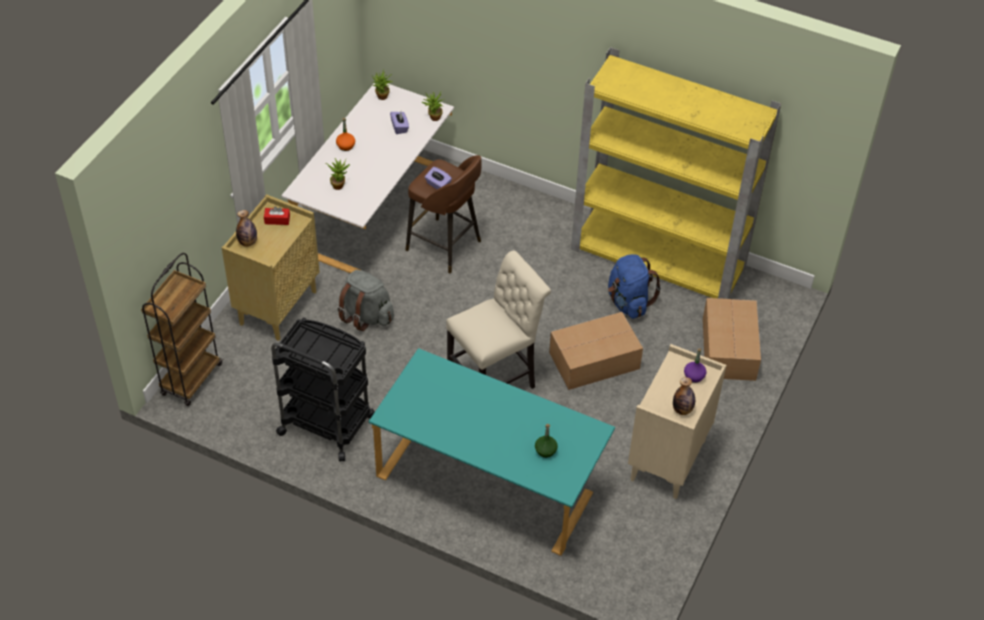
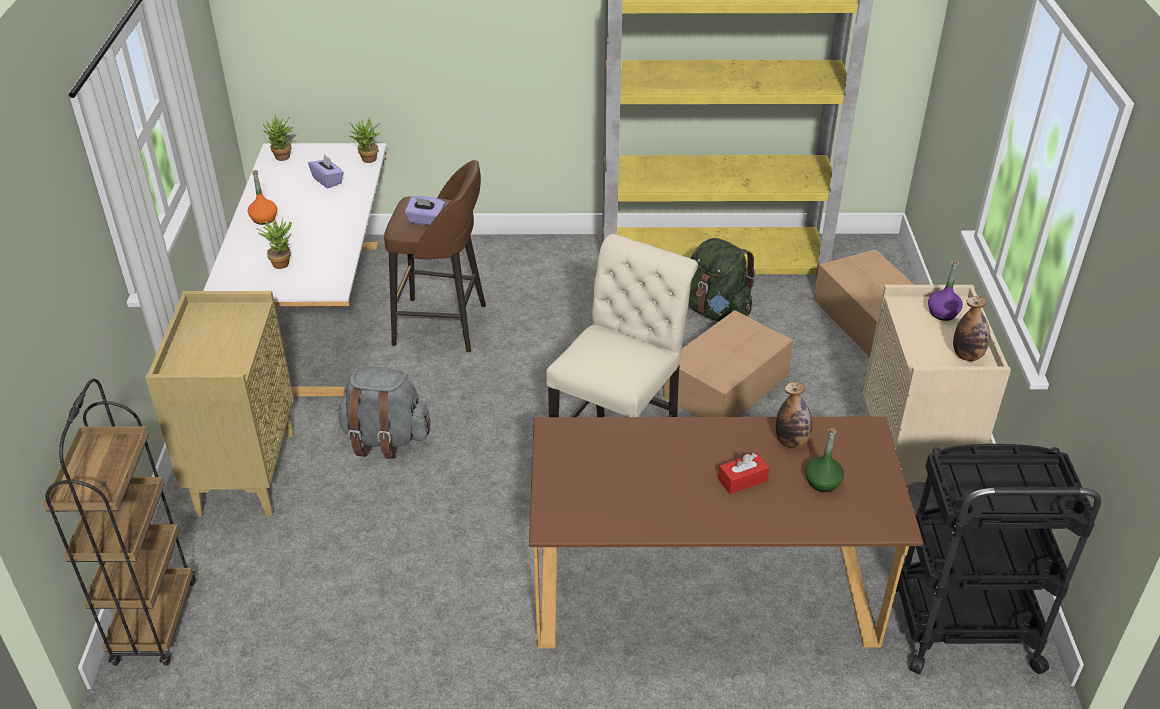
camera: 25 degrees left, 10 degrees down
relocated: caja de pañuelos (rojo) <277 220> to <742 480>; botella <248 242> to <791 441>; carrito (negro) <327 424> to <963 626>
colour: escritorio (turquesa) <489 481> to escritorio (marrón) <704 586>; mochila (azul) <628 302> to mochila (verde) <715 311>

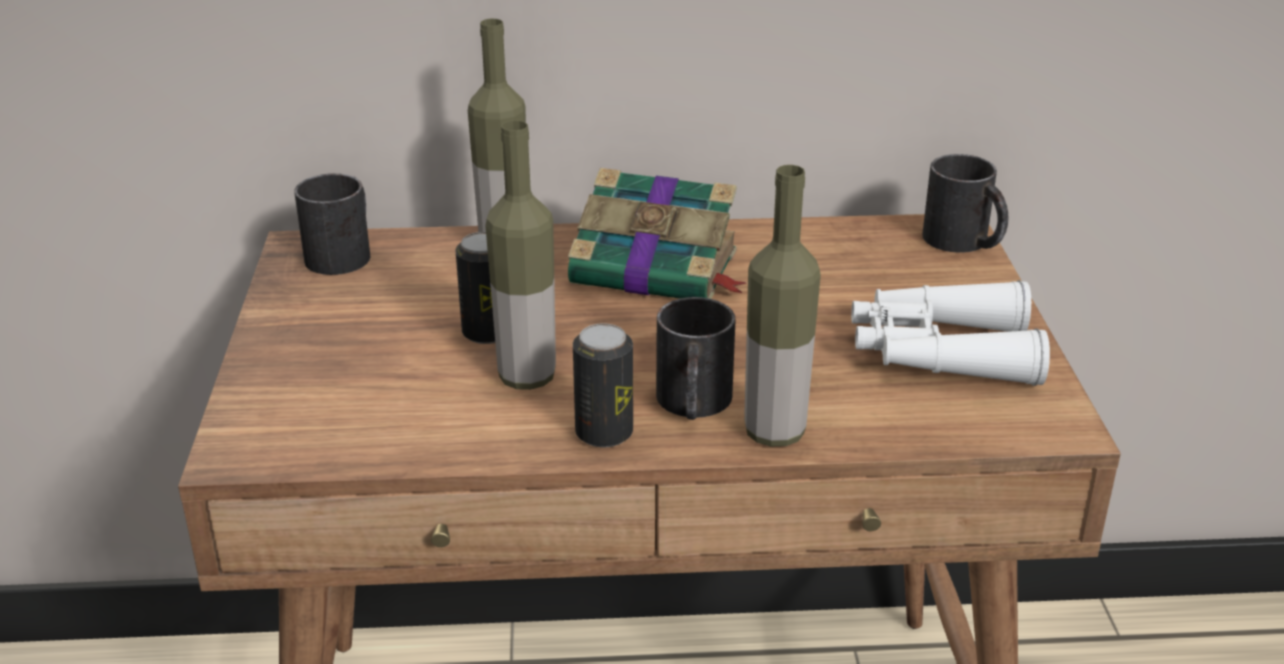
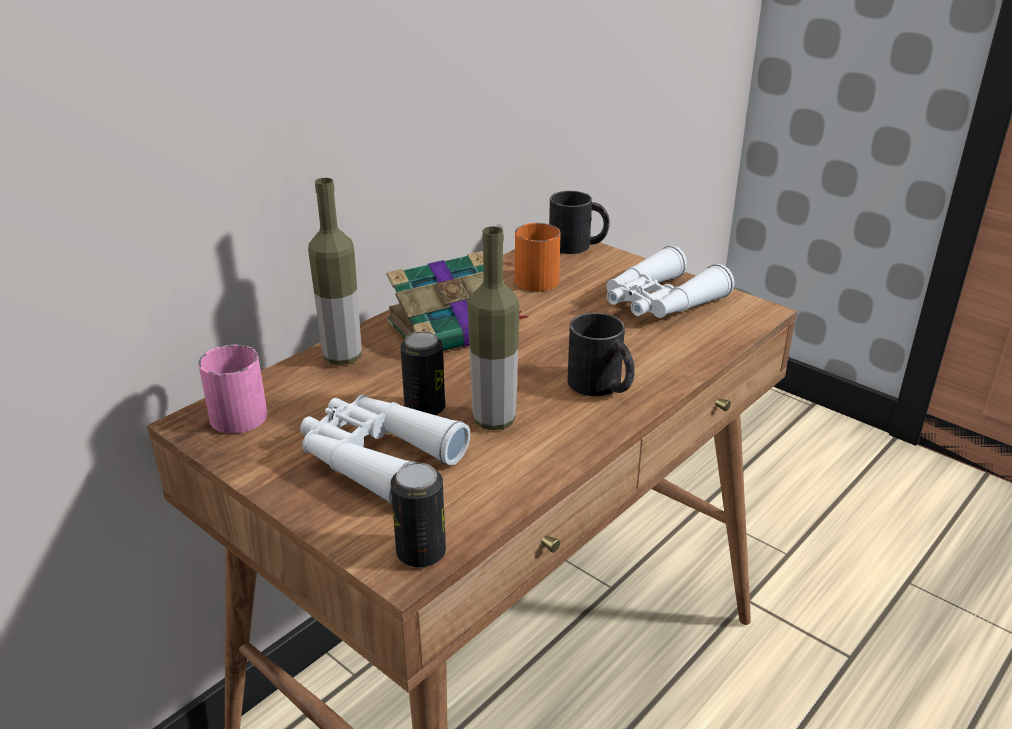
camera: 45 degrees left, 0 degrees up
missing: botella <774 433>
appeared: prismáticos (blanco) <377 458>; taza grande (naranja) <536 276>
relocated: lata <604 433> to <421 553>
colour: taza grande (negro) <344 252> to taza grande (rosa) <236 410>

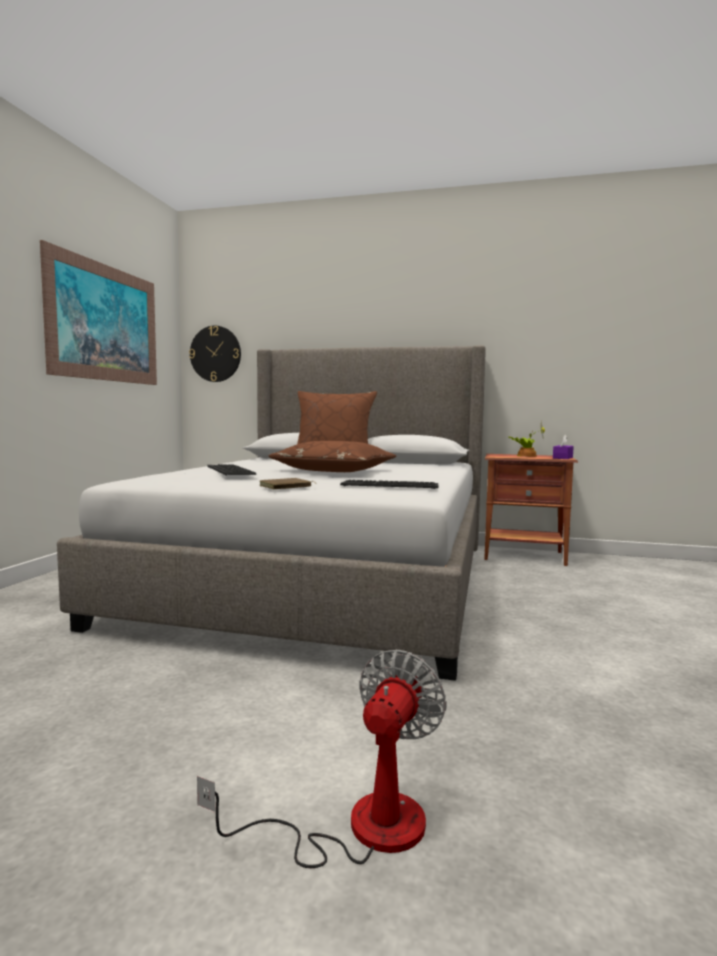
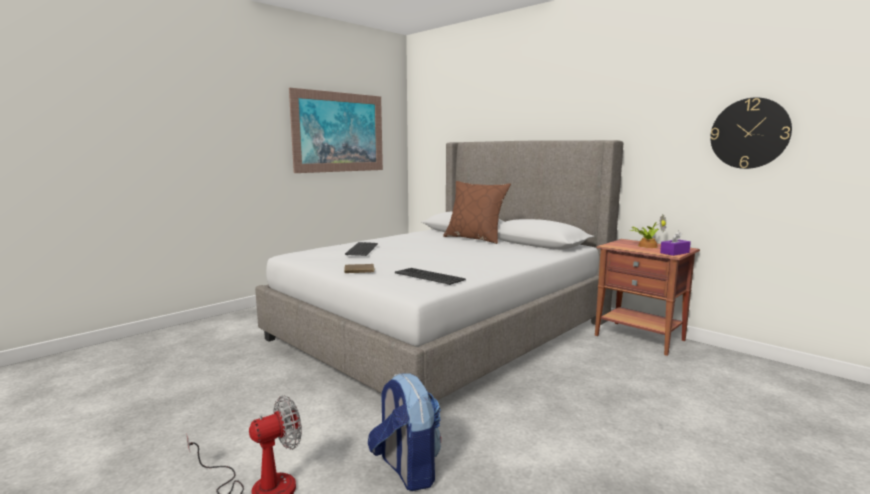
camera: 30 degrees right, 5 degrees up
missing: cojín (marrón) <335 470>
appeared: mochila <406 469>
relocated: reloj de pared <215 354> to <749 133>

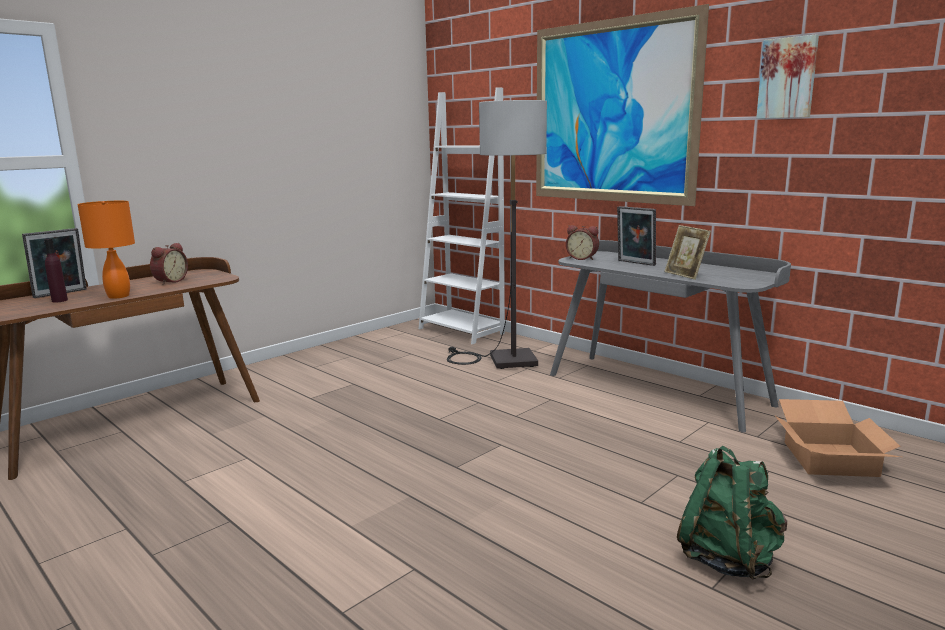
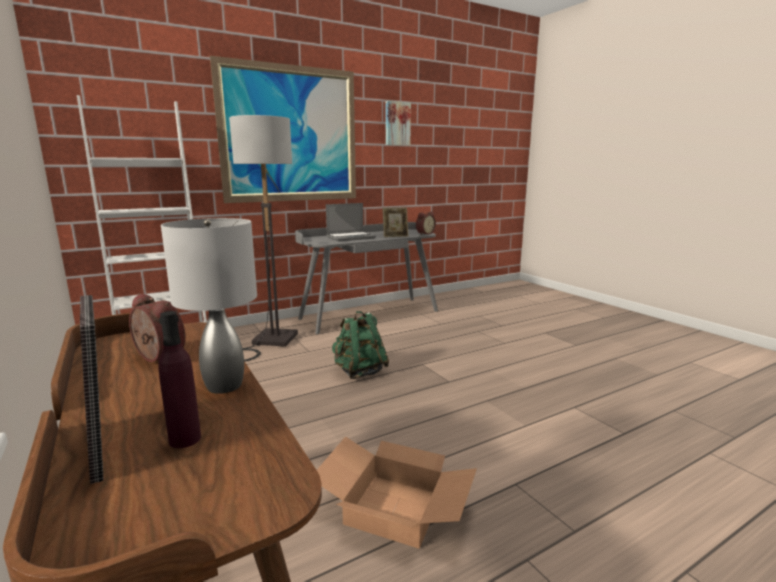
camera: 75 degrees left, 0 degrees up
relocated: caja de cartón <828 458> to <392 509>; mochila (verde) <728 559> to <359 372>; despertador <582 258> to <424 233>
exchanged: portarretratos <635 263> to portátil <351 237>
colour: lámpara de mesa (naranja) <118 296> to lámpara de mesa (gris) <224 386>

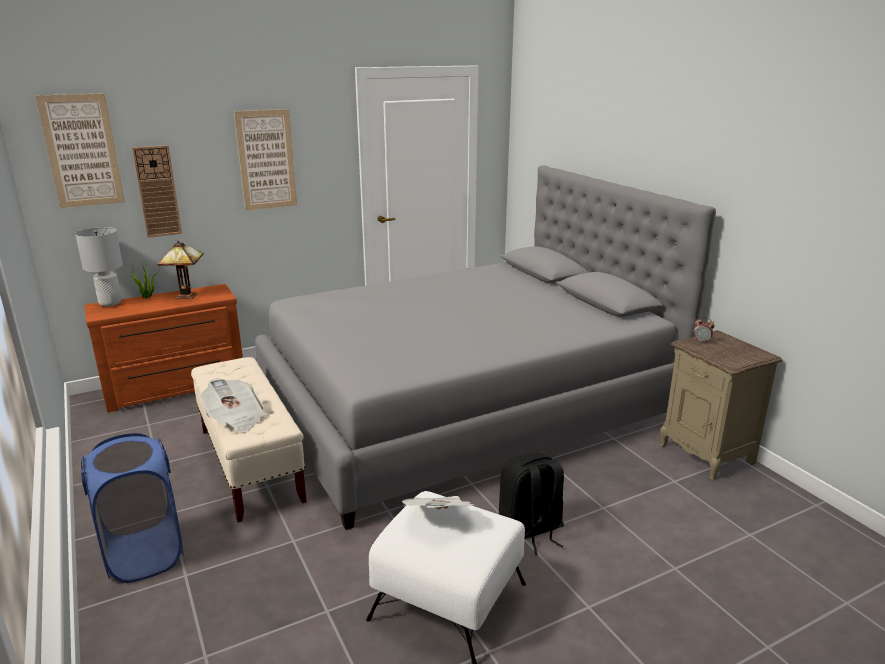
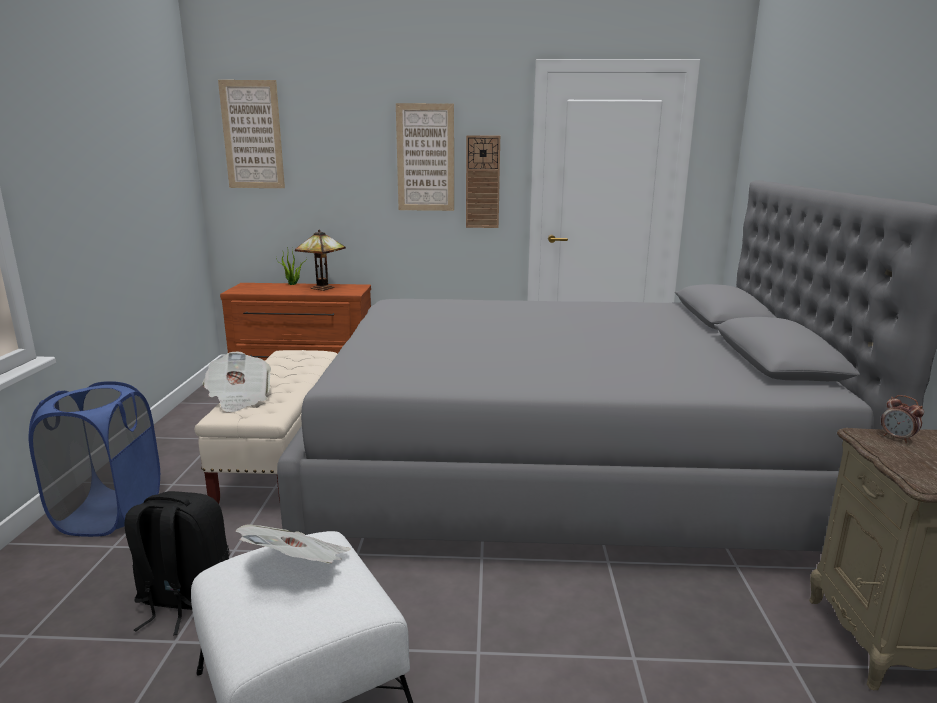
camera: 30 degrees right, 5 degrees down
missing: lámpara de mesa (gris) <111 304>
relocated: mochila (negro) <530 531> to <183 601>; reloj de pared <157 191> to <482 182>

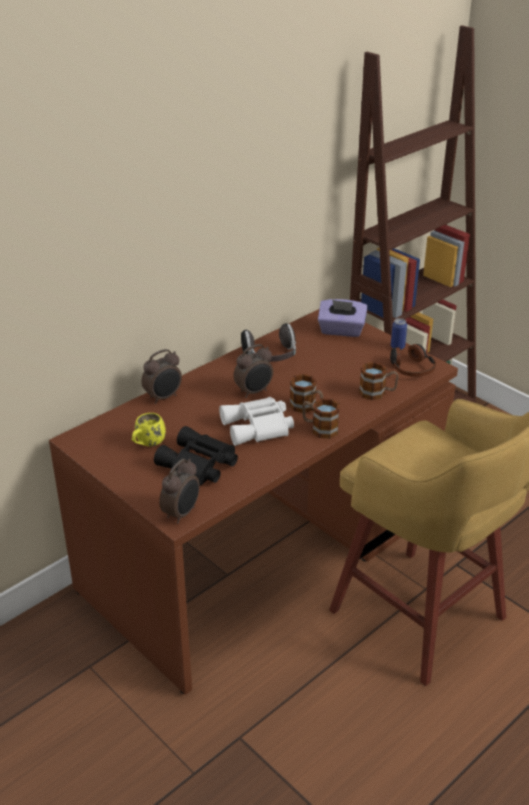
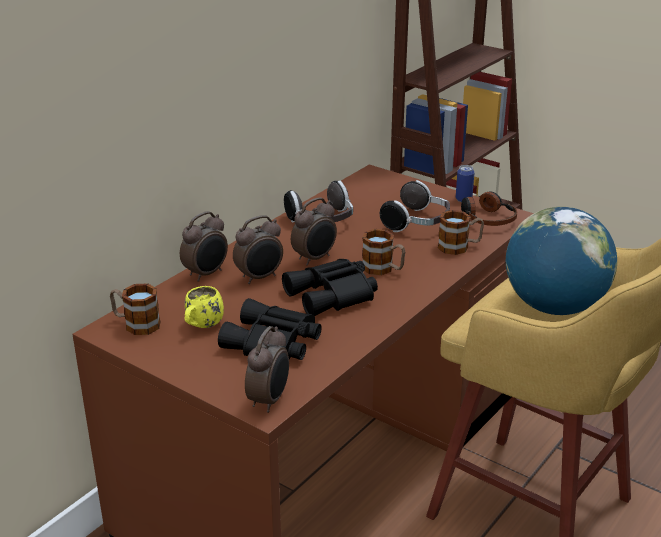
camera: 10 degrees left, 5 degrees down
missing: caja de pañuelos (morado) <341 330>
appeared: despertador <260 277>; auriculares <417 223>; globo terráqueo <554 307>
relocated: taza grande <319 428> to <136 324>
colour: prismáticos (blanco) <258 428> to prismáticos (negro) <333 295>

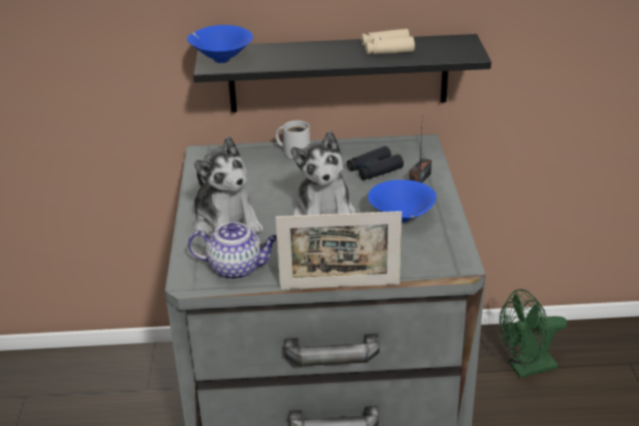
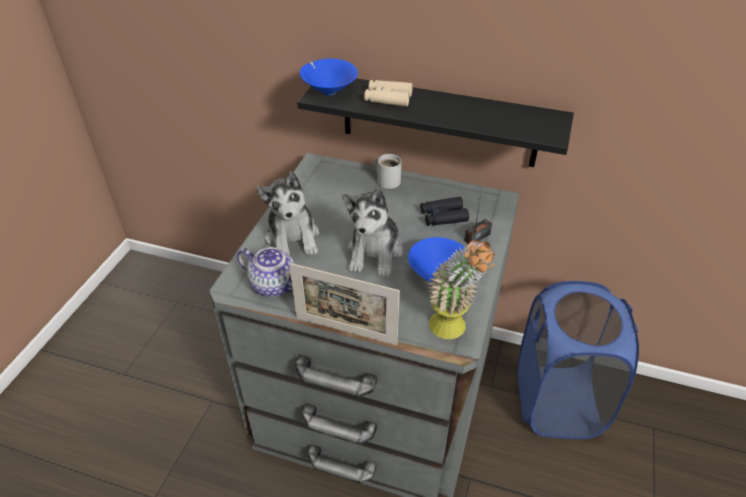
camera: 20 degrees right, 10 degrees up
appeared: planta en maceta <453 331>
relocated: prismáticos (beis) <387 49> to <388 98>
exchanged: ventilador (verde) <526 368> to cesto de la ropa (azul) <557 402>

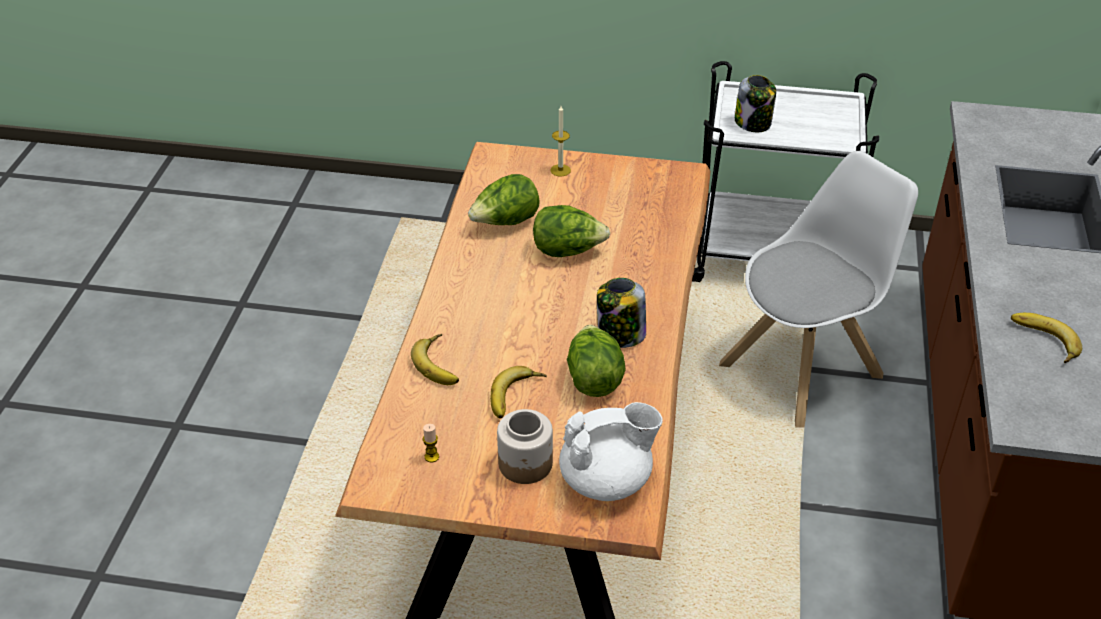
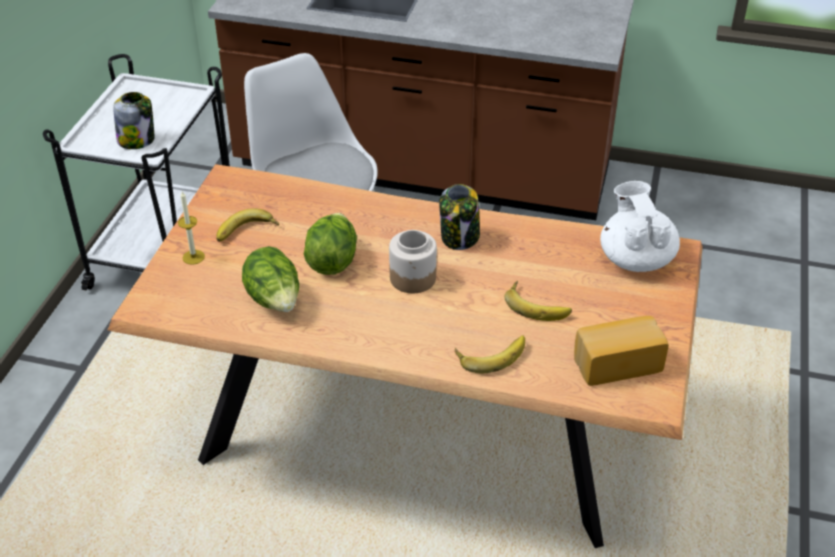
camera: 85 degrees left, 0 degrees up
missing: lechuga <594 379>
relocated: plátano <1042 341> to <247 232>; tarro <526 464> to <413 278>
exchanged: vela <431 457> to pan <616 362>

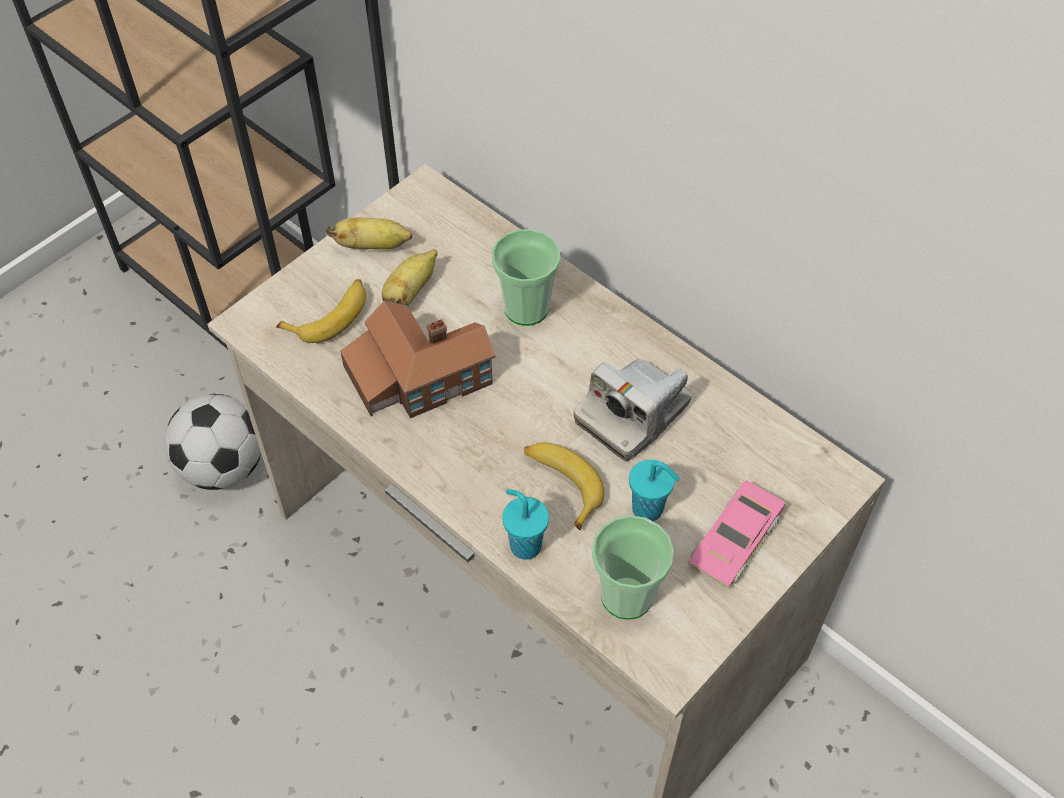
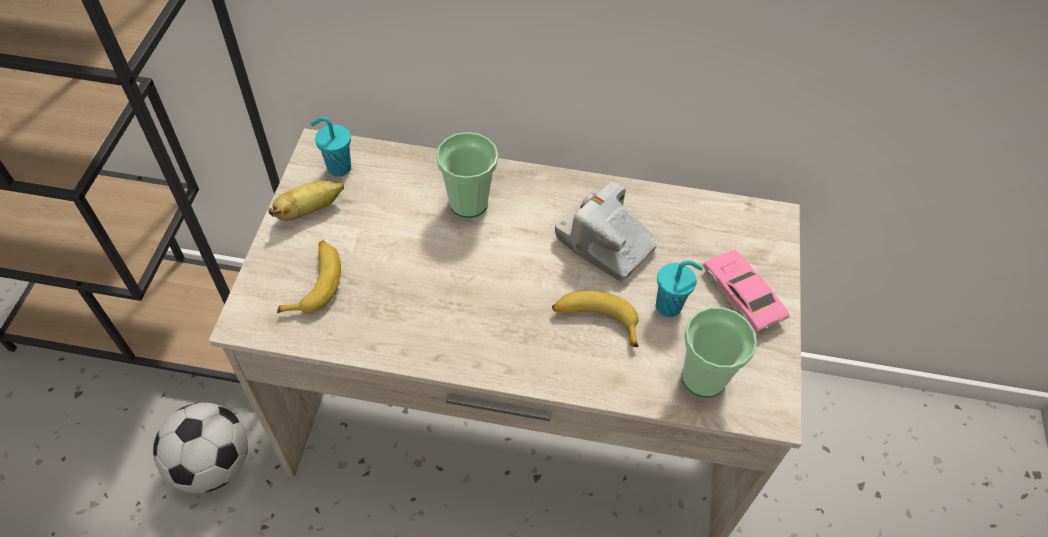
camera: 35 degrees left, 0 degrees up
missing: casita <417 376>; plátano <410 292>
relocated: taza (turquesa) <524 544> to <337 168>
spun: cámara <632 414> = <605 243> 120 degrees clockwise; coche de juguete (rosa) <735 539> = <742 296> 150 degrees clockwise

